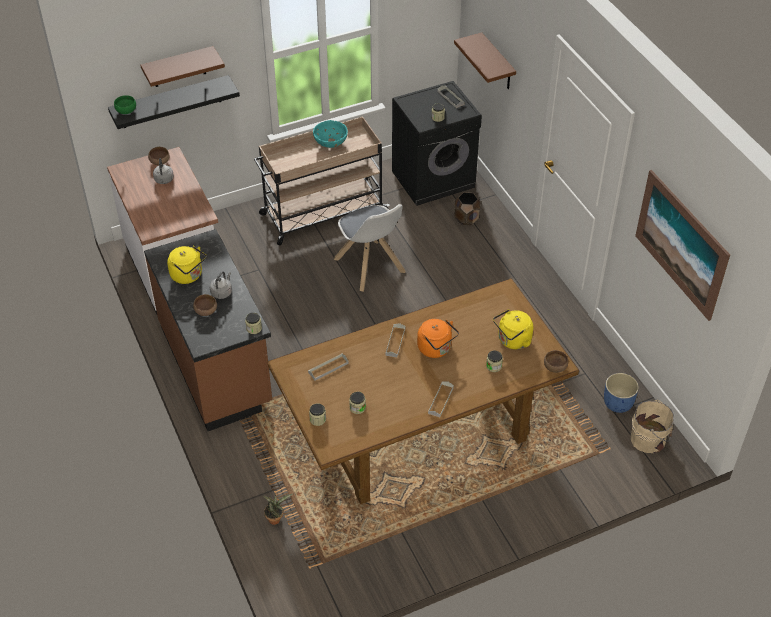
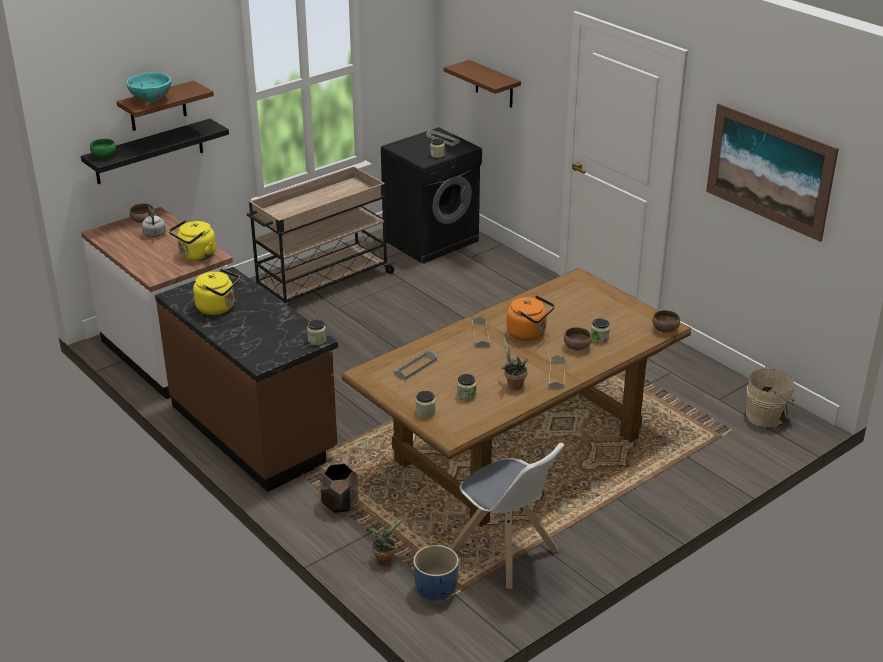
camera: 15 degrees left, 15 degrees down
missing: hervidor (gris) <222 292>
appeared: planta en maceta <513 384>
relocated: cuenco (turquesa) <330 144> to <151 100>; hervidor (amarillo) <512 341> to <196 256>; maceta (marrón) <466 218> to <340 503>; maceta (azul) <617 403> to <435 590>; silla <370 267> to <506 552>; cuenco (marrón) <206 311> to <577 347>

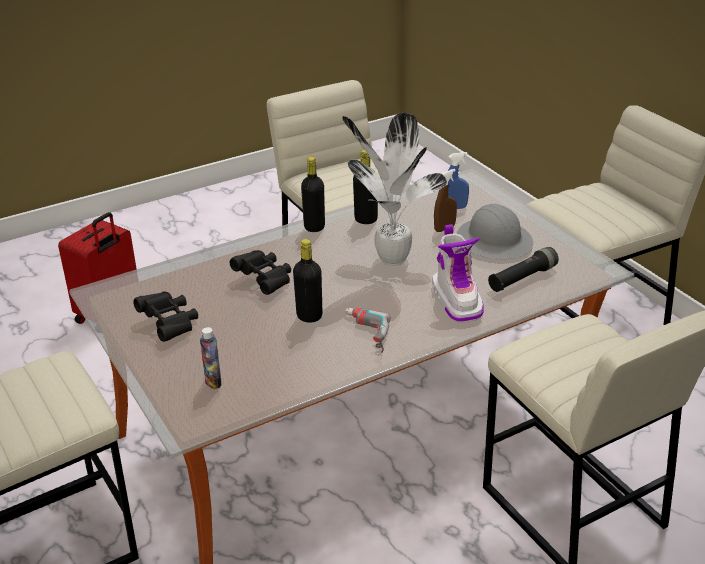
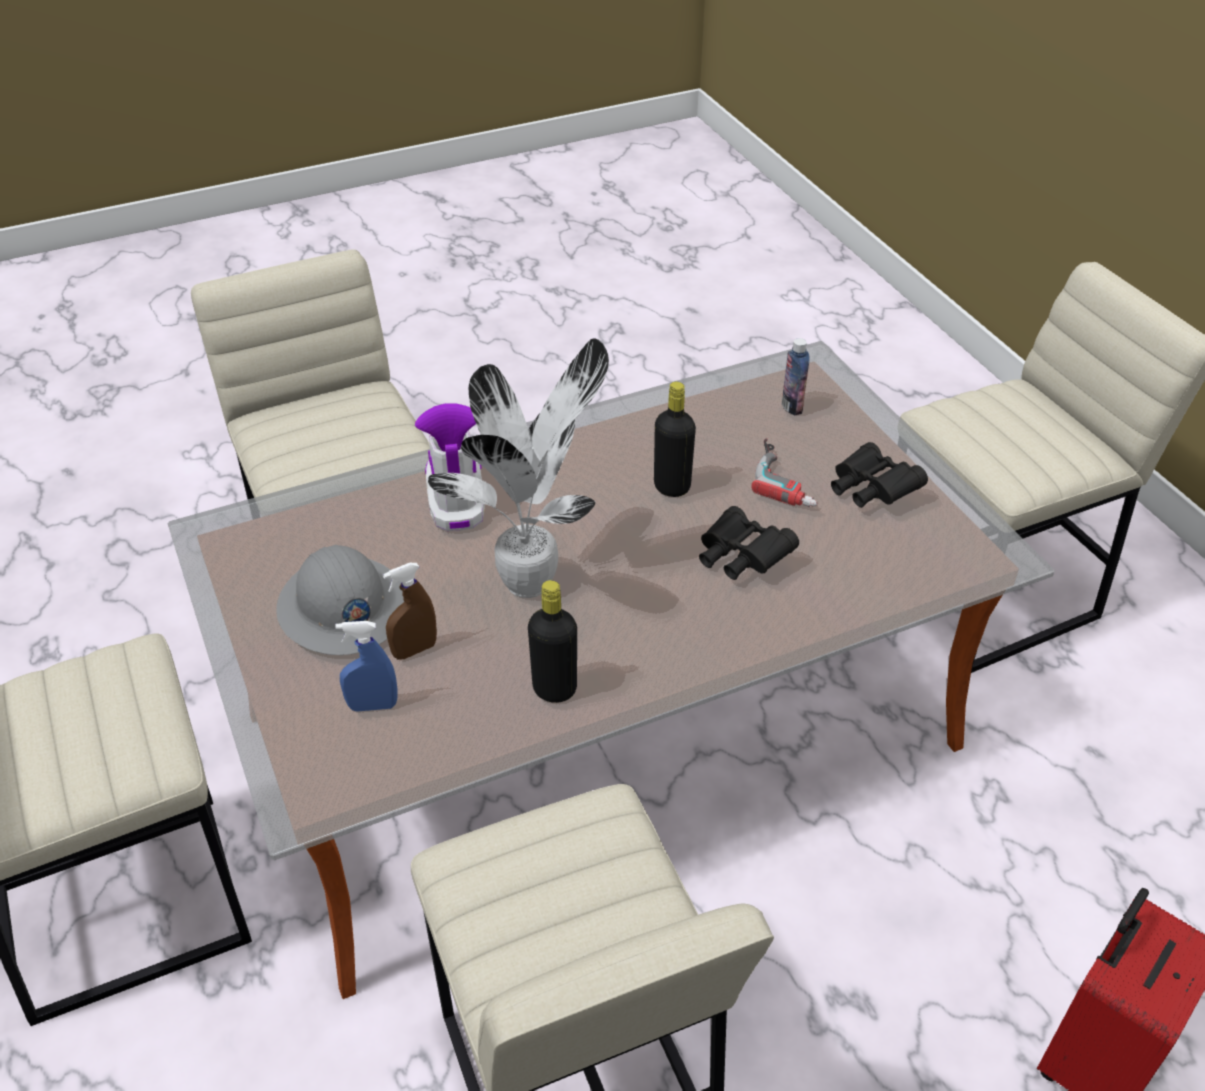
camera: 175 degrees left, 10 degrees up
missing: botella (negro) <314 227>; linterna (negro) <522 278>
relocated: taladro <364 334> to <788 478>

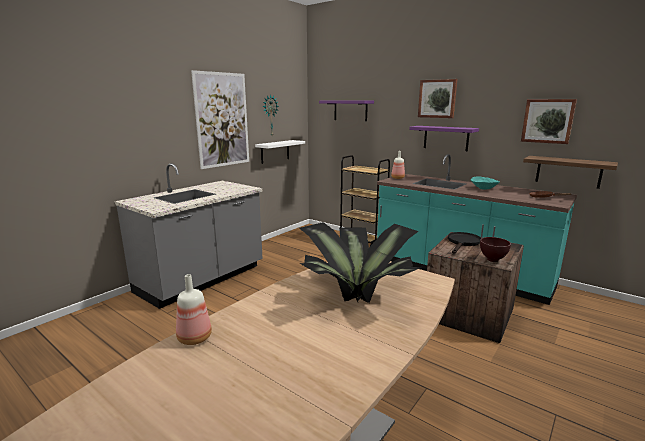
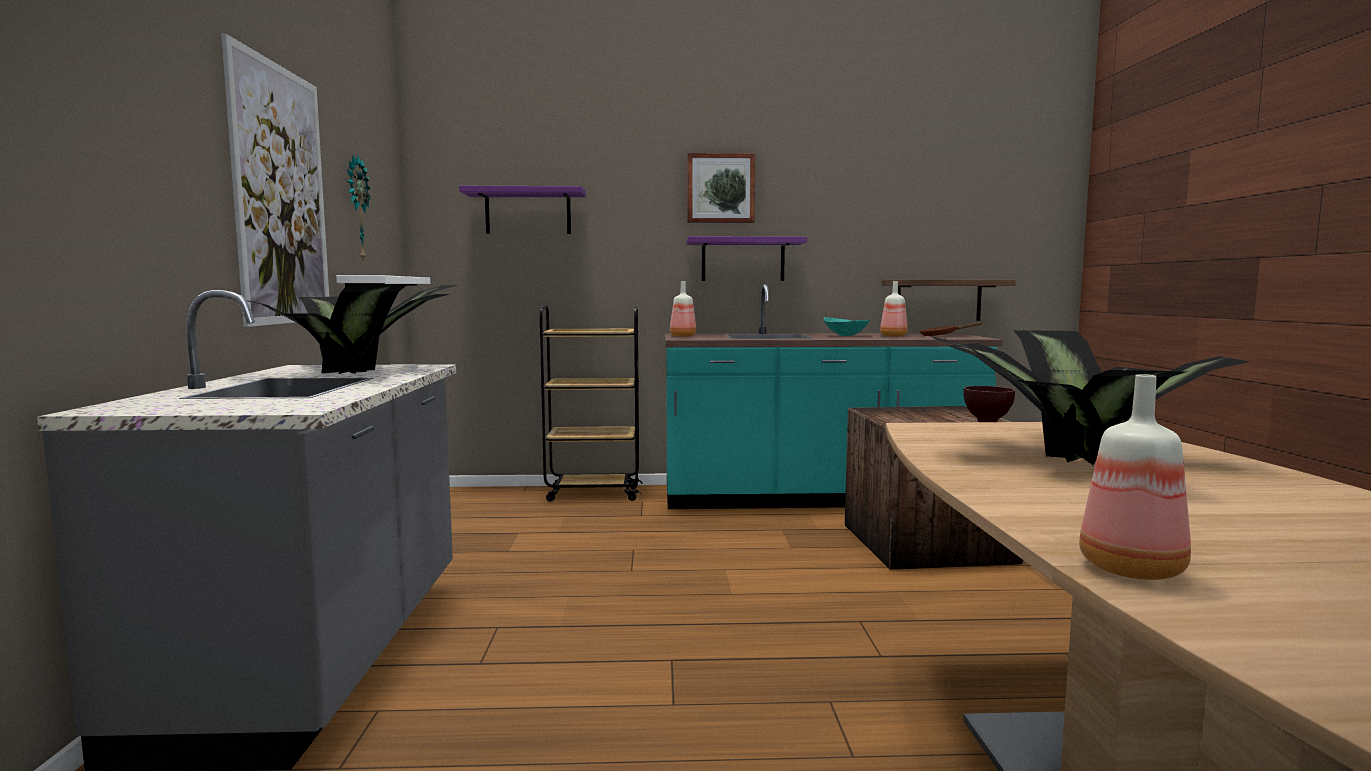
camera: 40 degrees left, 10 degrees down
missing: sartén (negro) <463 243>; cuadro <548 121>
appeared: planta en maceta <362 371>; botella <893 336>

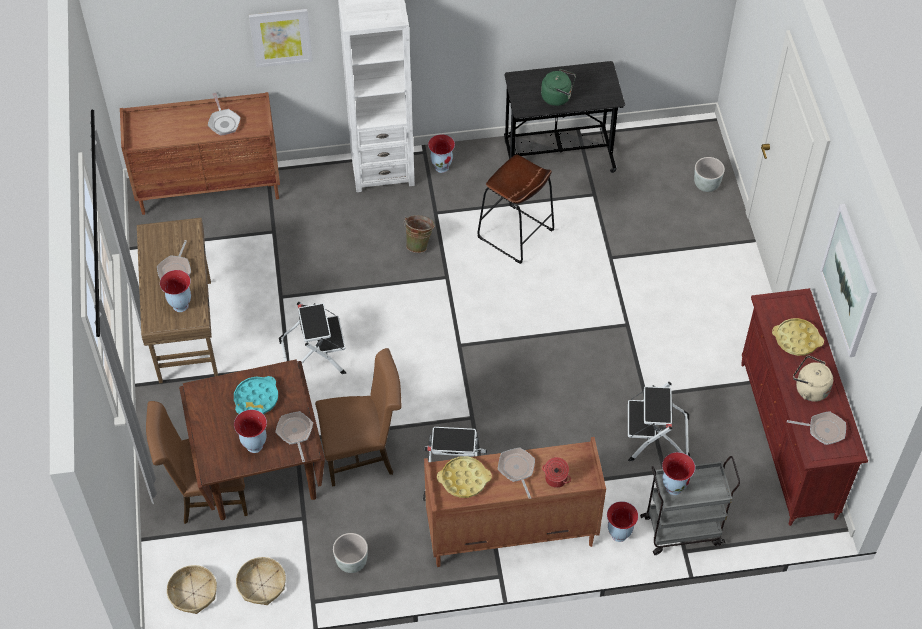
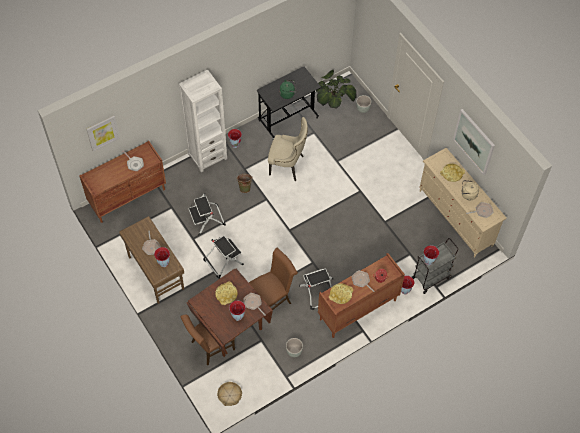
camera: 25 degrees left, 5 degrees up
missing: cesta <262 585>
appeared: planta en maceta <333 98>
relocated: cuadro <281 37> to <103 133>; escalera de tijera <657 435> to <206 219>
exchanged: taburete (marrón) <515 234> to silla (beis) <287 166>
colour: bandeja (turquesa) <256 398> to bandeja (amarillo) <226 294>; cómoda (rojo) <788 439> to cómoda (beis) <455 218>

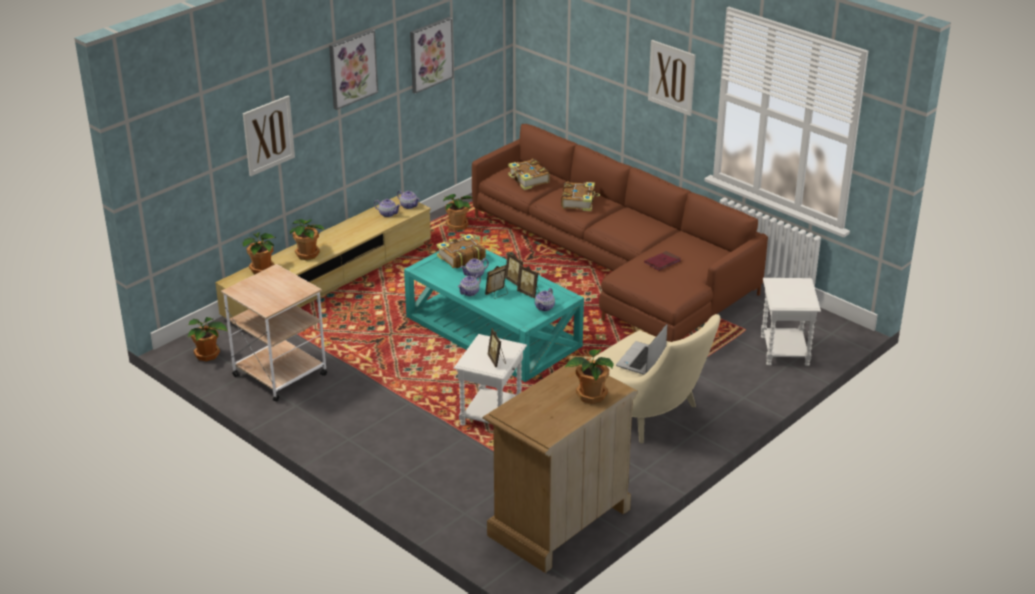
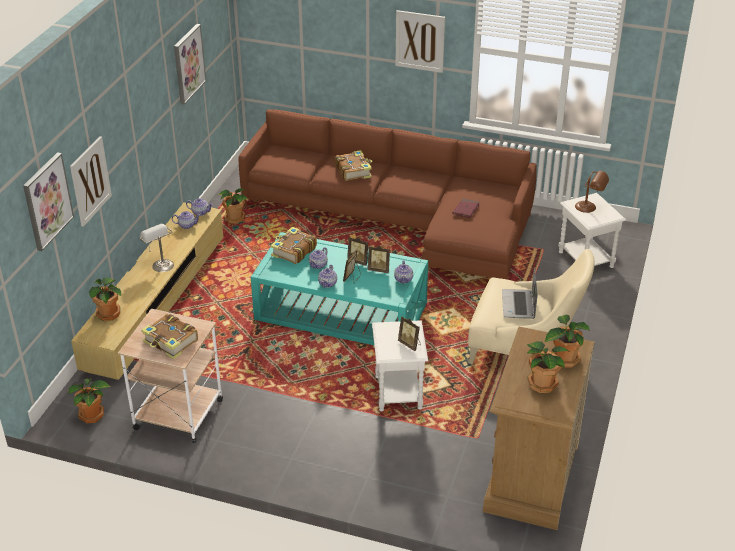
camera: 25 degrees left, 5 degrees up
appeared: lámpara de mesa (blanco) <160 263>; lámpara de mesa (marrón) <590 207>
relocated: cuadro <352 68> to <47 201>; libro <528 180> to <171 342>; planta en maceta <308 254> to <542 383>

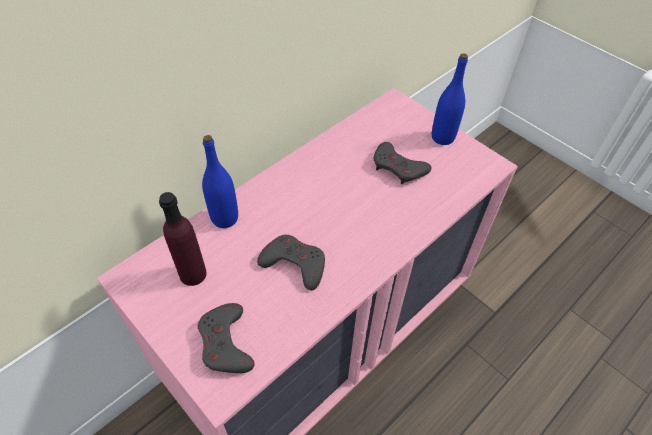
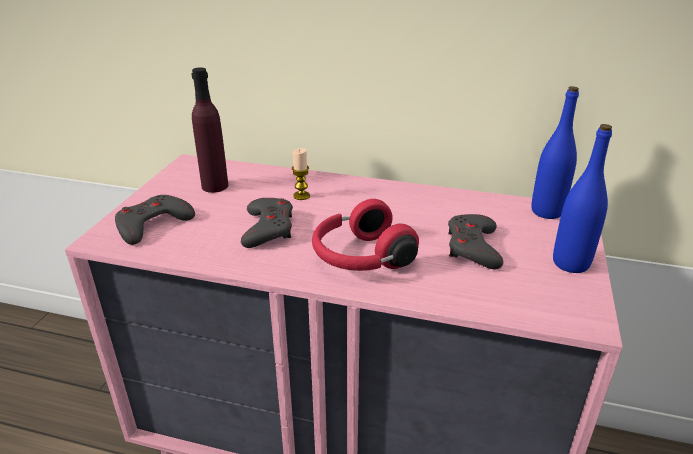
camera: 60 degrees right, 20 degrees down
appeared: vela <301 196>; auriculares (rojo) <360 257>
relocated: botella (azul) <225 218> to <546 212>

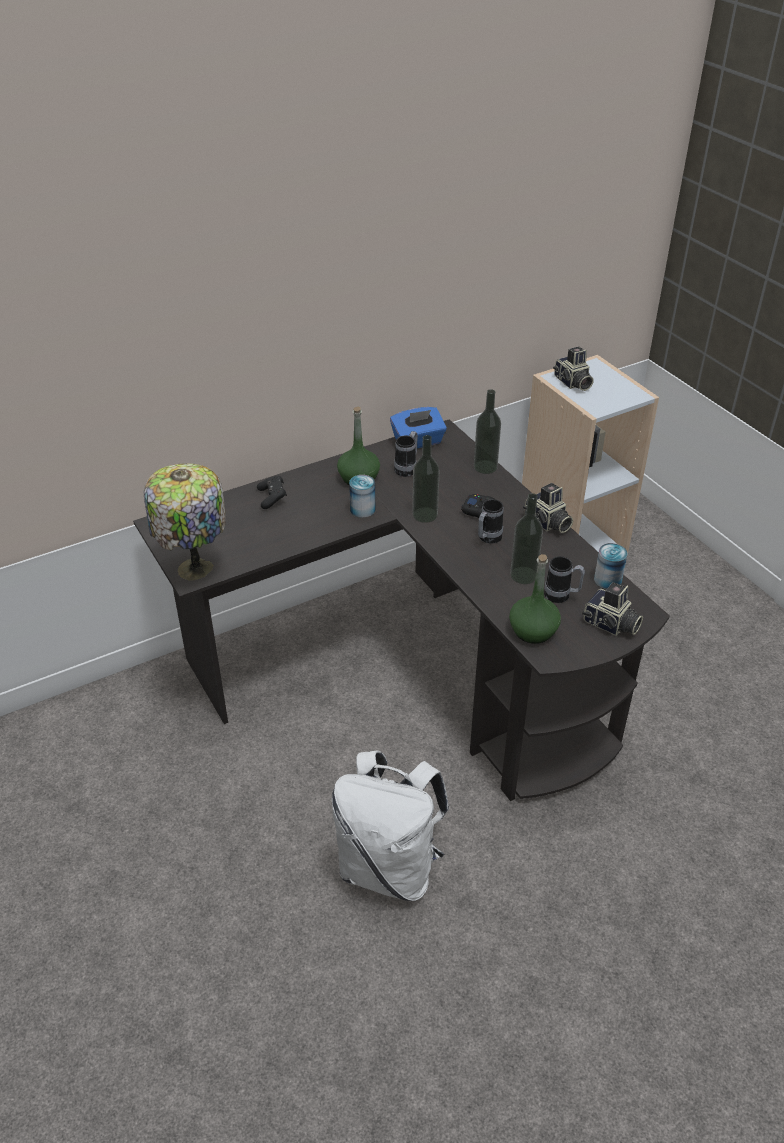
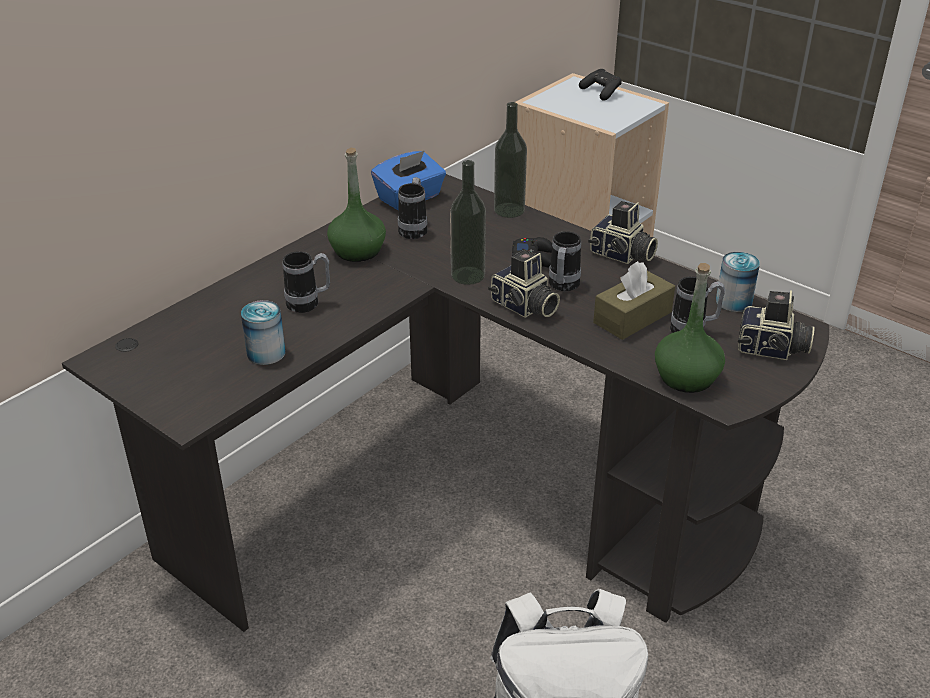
camera: 20 degrees left, 5 degrees down
missing: lámpara de mesa <194 571>
appeared: taza grande <309 304>
relocated: lata <362 509> to <266 353>; cámara <572 383> to <524 307>; mando de consola (negro) <272 498> to <601 92>
exchanged: botella <523 575> to caja de pañuelos (marrón) <632 317>

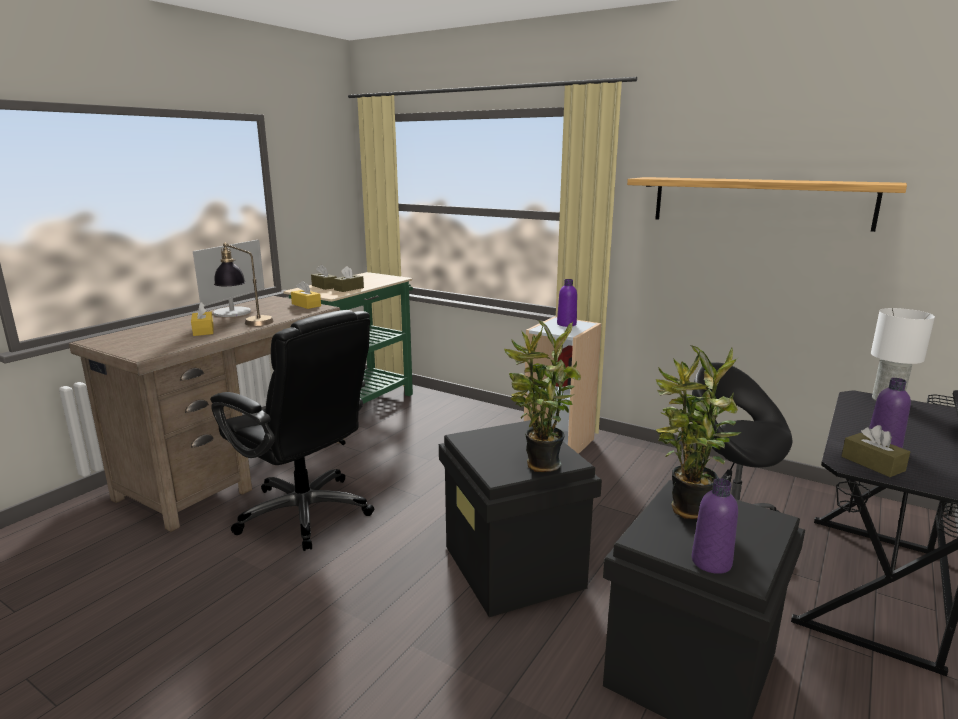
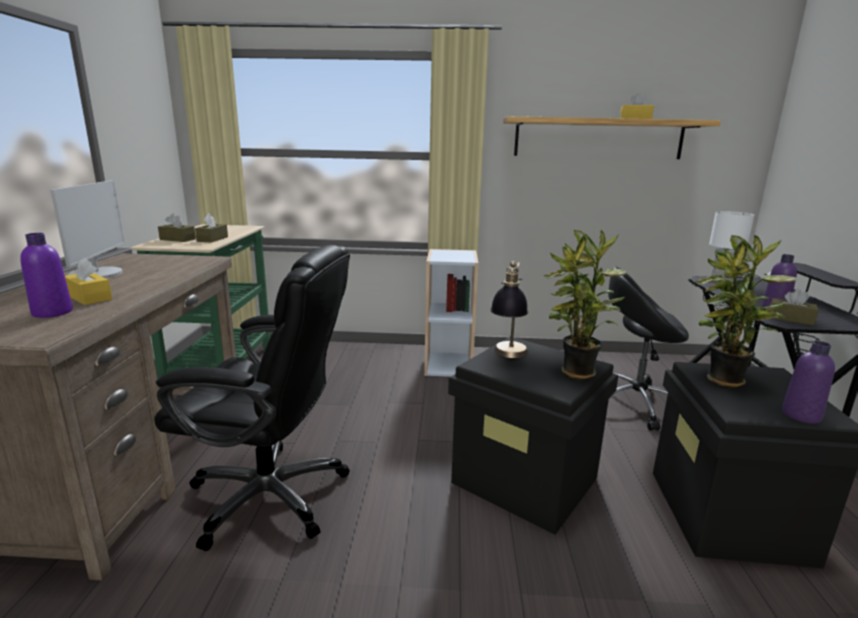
camera: 30 degrees left, 0 degrees up
relocated: botella (morado) <566 324> to <52 312>; lámpara de mesa <247 324> to <508 356>; caja de pañuelos (amarillo) <306 305> to <635 119>

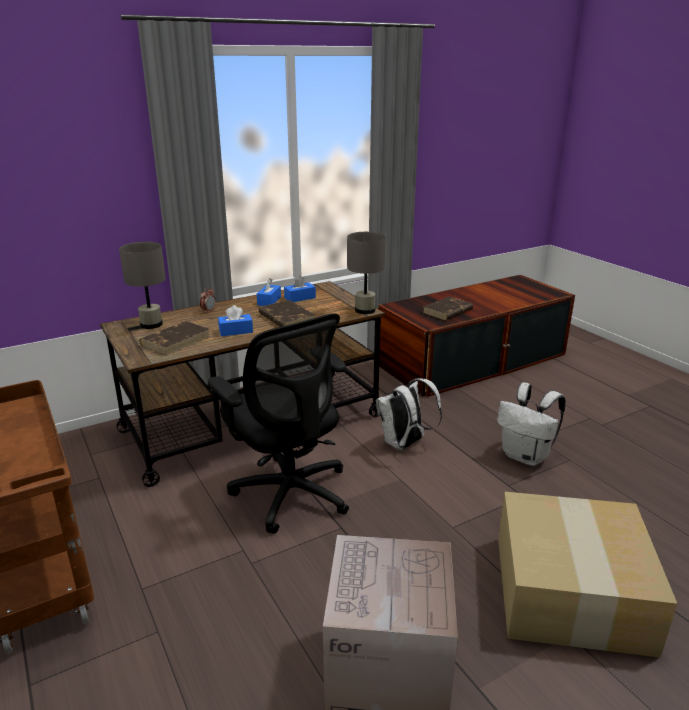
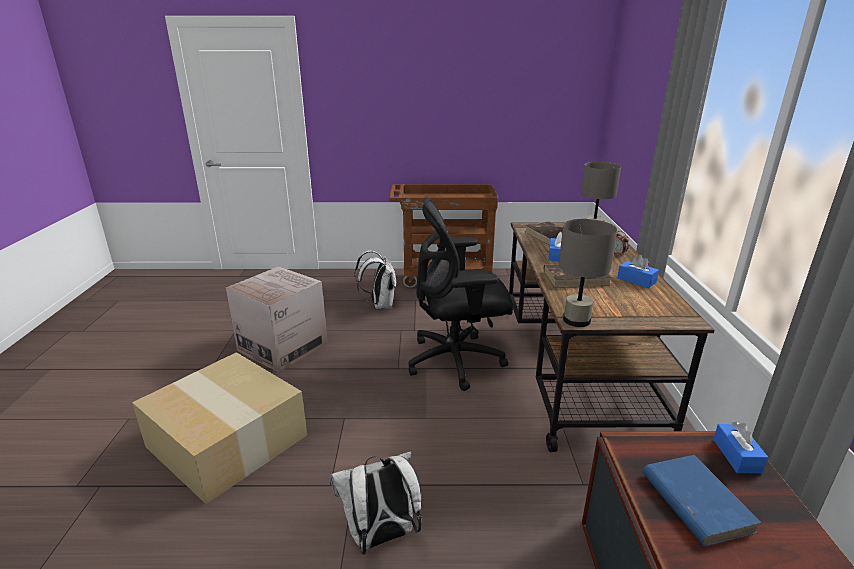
camera: 120 degrees right, 0 degrees up
relocated: mochila (blanco) <404 444> to <380 305>; caja de pañuelos (azul) <300 298> to <736 455>
colour: libro (marrón) <447 311> to libro (azul) <695 501>

